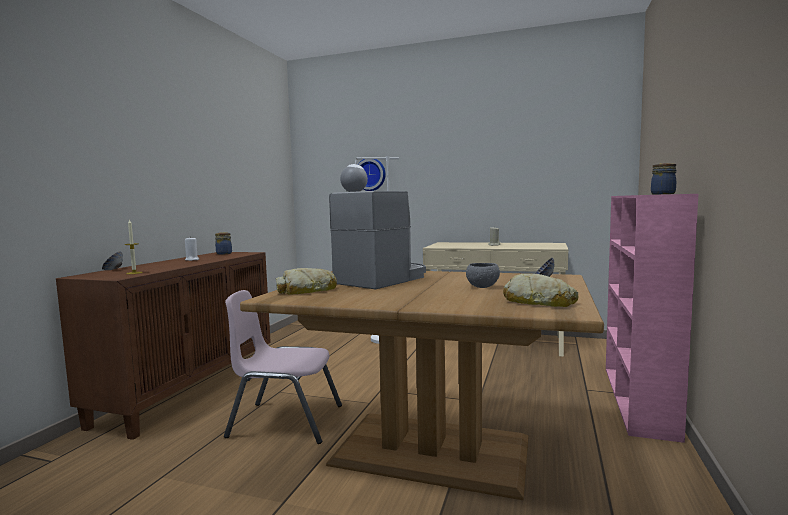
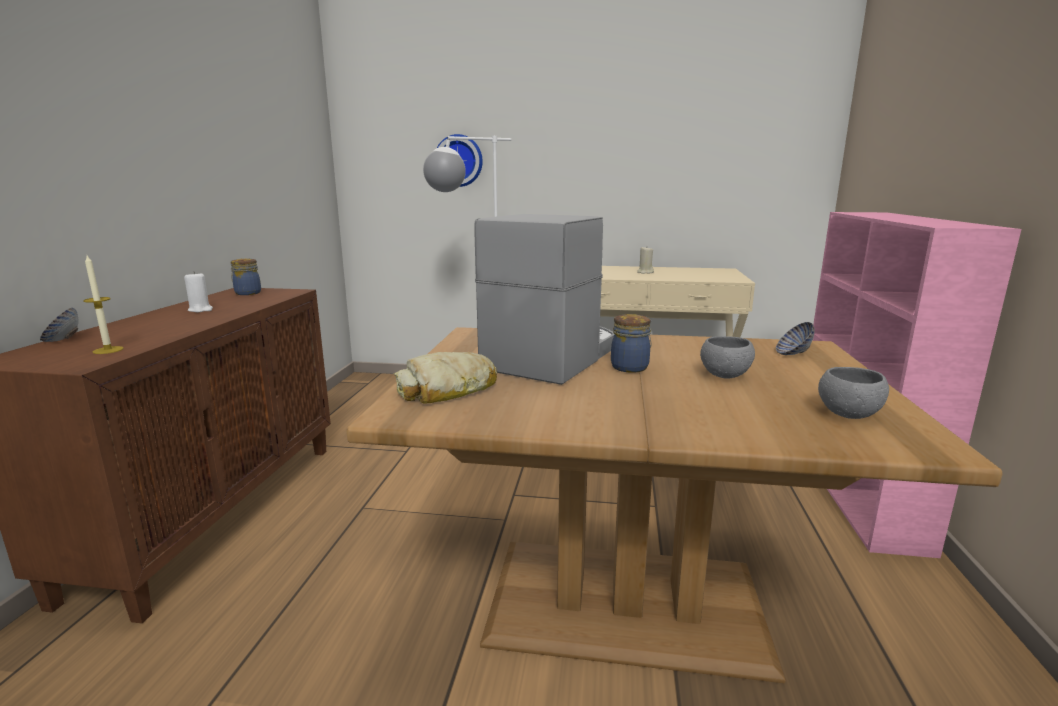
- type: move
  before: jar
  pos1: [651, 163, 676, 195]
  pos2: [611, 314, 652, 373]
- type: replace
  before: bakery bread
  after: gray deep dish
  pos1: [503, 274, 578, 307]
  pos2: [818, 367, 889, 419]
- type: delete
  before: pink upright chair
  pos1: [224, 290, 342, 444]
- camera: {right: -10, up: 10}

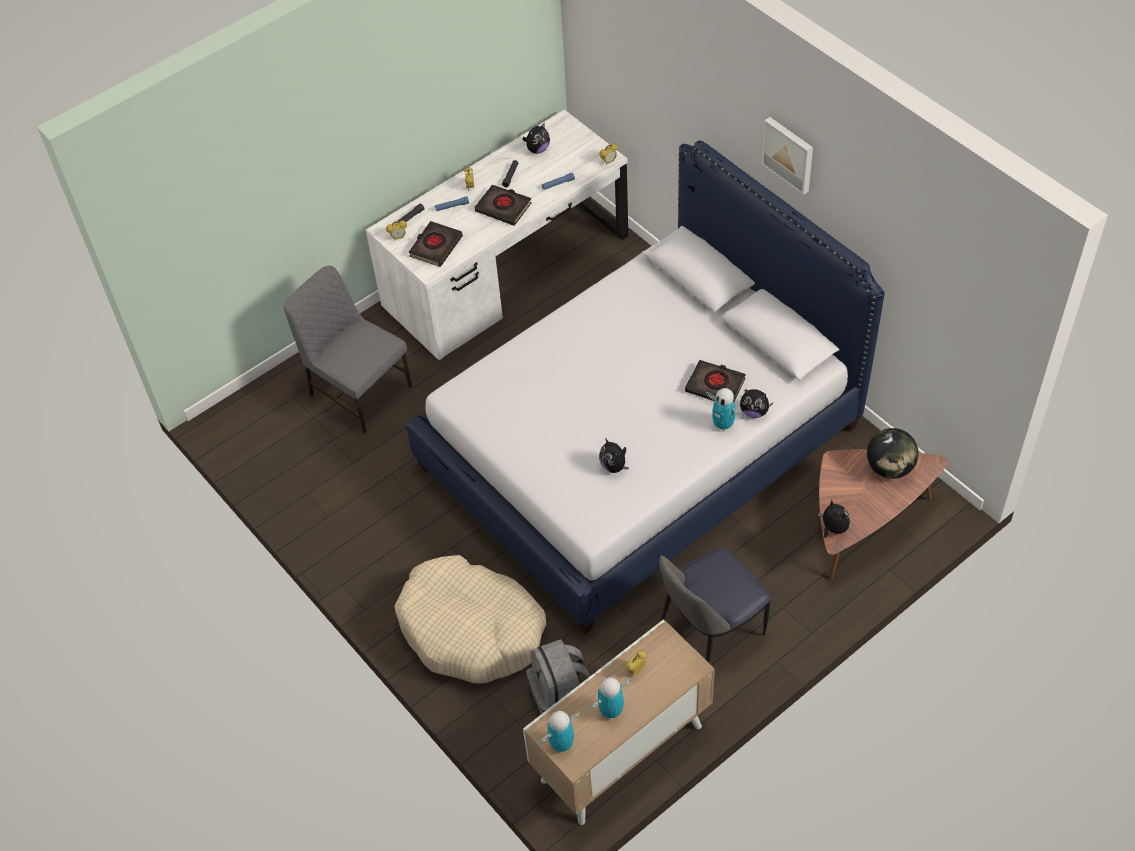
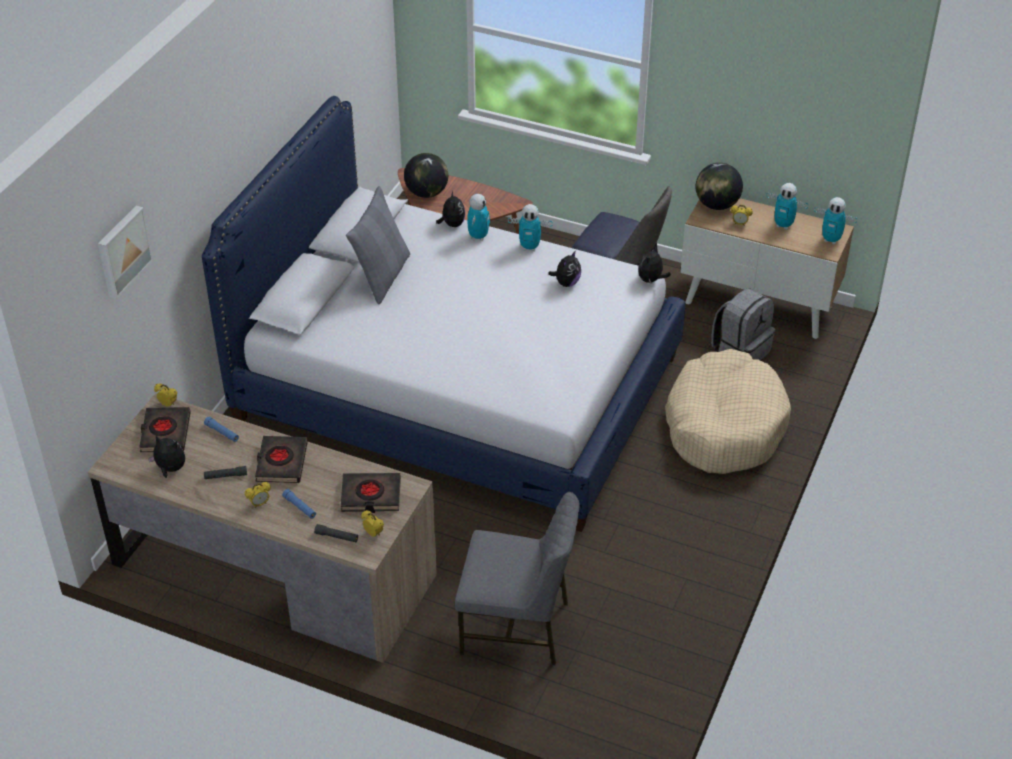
- type: recolor
  before: whitish desk table
  after: brown-coloured desk table
  pos1: [366, 110, 628, 360]
  pos2: [88, 393, 437, 663]
- type: move
  before: picture
  pos1: [761, 117, 813, 195]
  pos2: [98, 205, 153, 299]
- type: move
  before: black-coloured bound book
  pos1: [685, 360, 746, 401]
  pos2: [139, 407, 191, 452]
- type: insert
  after: gray pillow
  pos2: [346, 186, 410, 304]
- type: rotate
  before: gray upright chair
  pos1: [284, 266, 412, 433]
  pos2: [455, 492, 580, 666]
  turn: -90
- type: insert
  after: toy robot
  pos2: [508, 204, 553, 251]
- type: move
  before: soft toy
  pos1: [818, 500, 850, 538]
  pos2: [638, 246, 671, 284]
- type: insert
  after: desk globe
  pos2: [696, 163, 743, 210]
- camera: {right: -120, up: -10}

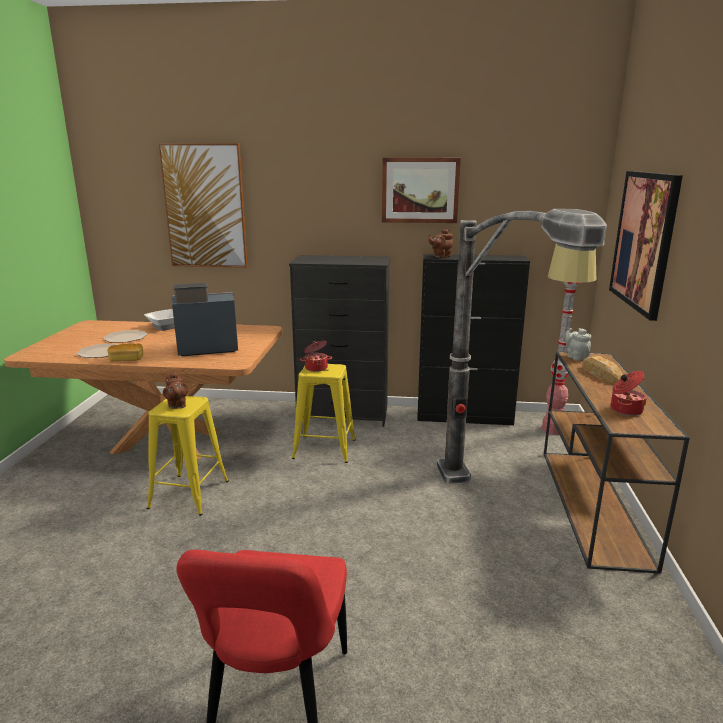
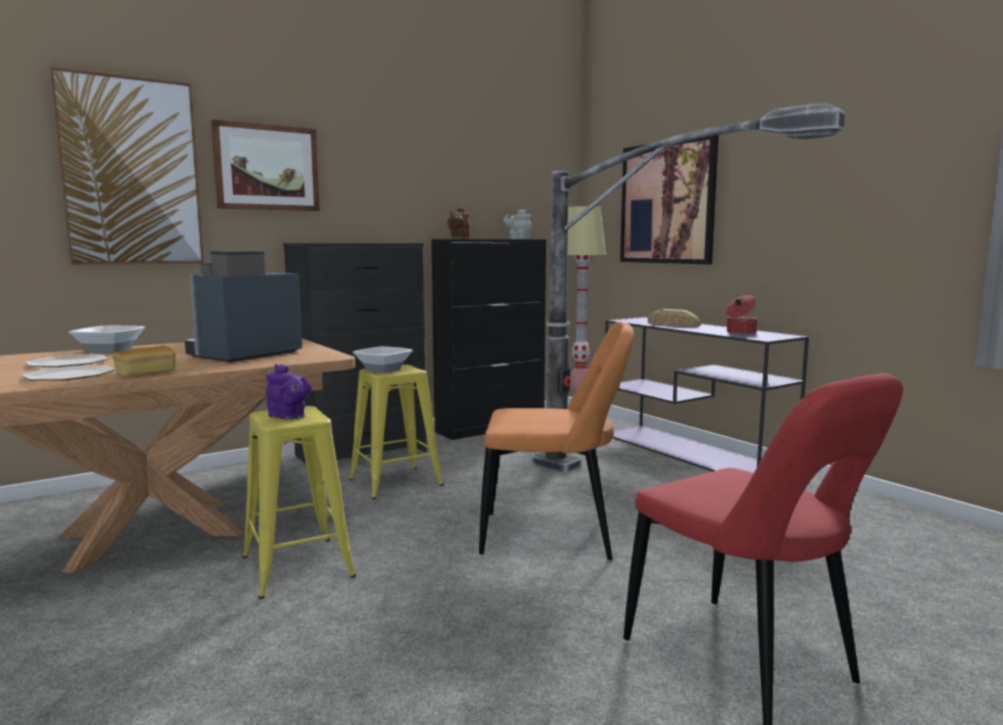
- type: move
  before: picture
  pos1: [382, 158, 461, 223]
  pos2: [211, 119, 320, 211]
- type: recolor
  before: brown-coloured teapot
  after: purple-coloured teapot
  pos1: [163, 371, 188, 409]
  pos2: [266, 364, 312, 419]
- type: replace
  before: cooking pot
  after: deep dish
  pos1: [300, 341, 332, 372]
  pos2: [353, 346, 413, 373]
- type: insert
  after: orangey upright chair
  pos2: [479, 322, 634, 560]
- type: move
  before: gray teapot
  pos1: [565, 328, 591, 361]
  pos2: [503, 209, 531, 239]
- type: recolor
  before: brown-coloured console table
  after: purple-coloured console table
  pos1: [544, 352, 690, 574]
  pos2: [605, 317, 809, 473]
- camera: {right: -40, up: -10}

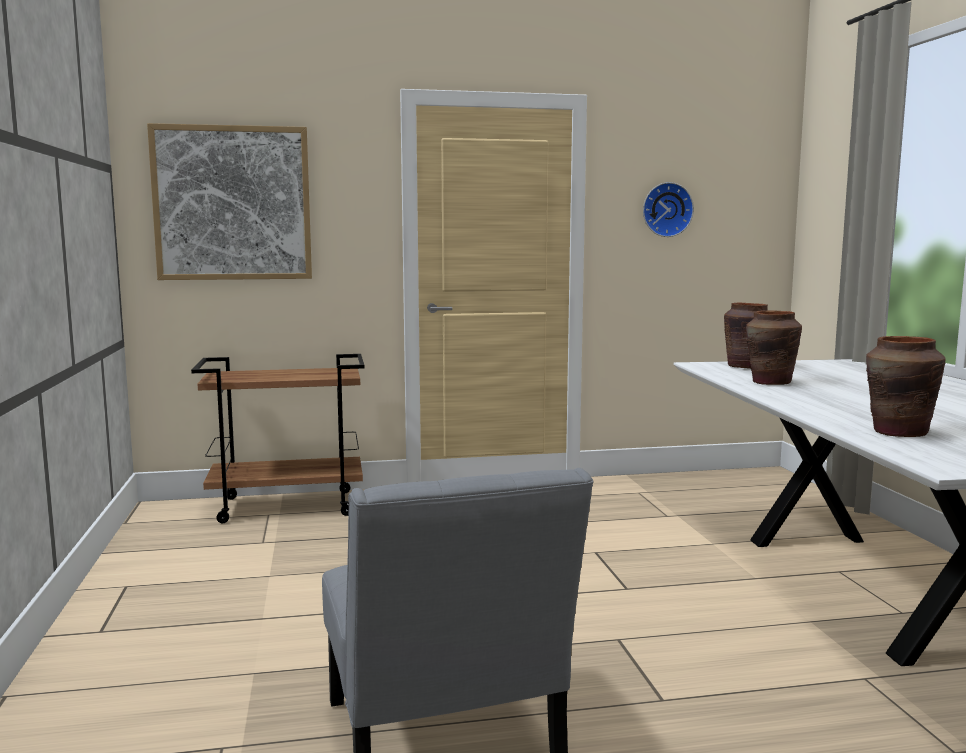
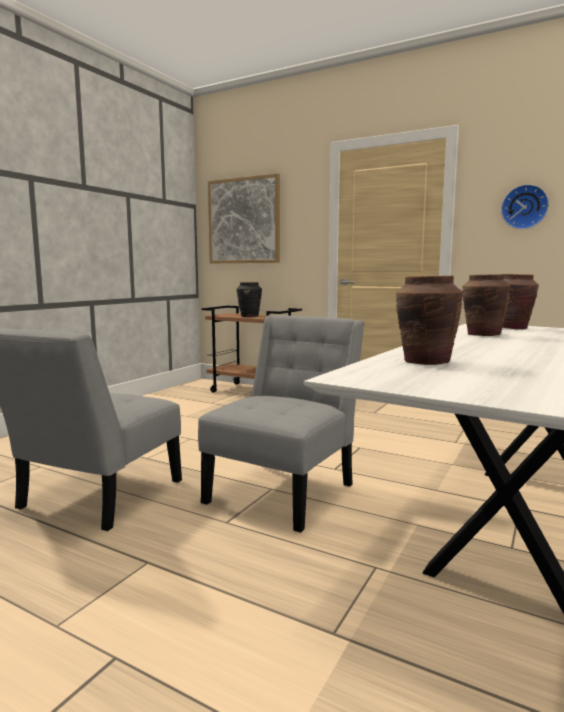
- type: insert
  after: gray upright chair
  pos2: [198, 315, 364, 533]
- type: insert
  after: black-coloured decorative vase
  pos2: [237, 282, 262, 317]
- camera: {right: 40, up: 0}

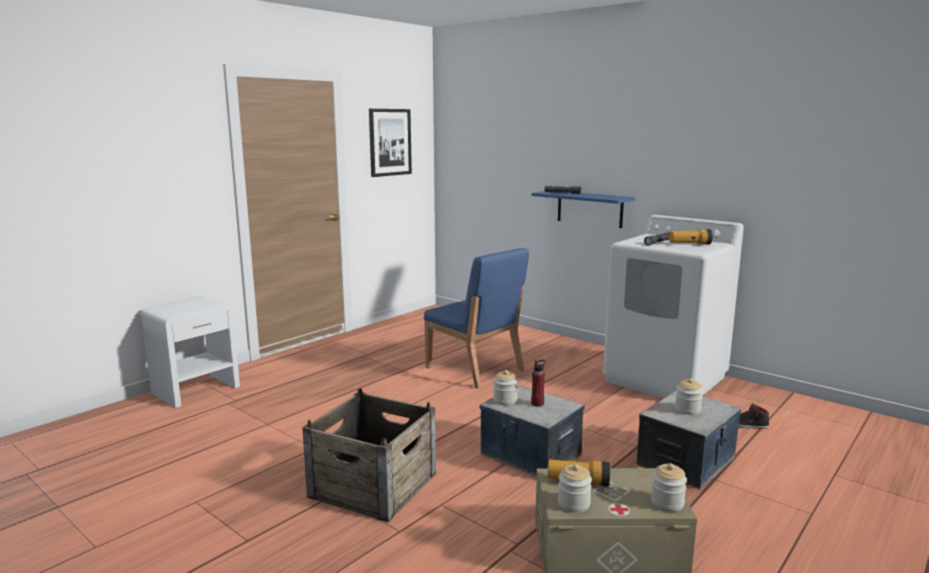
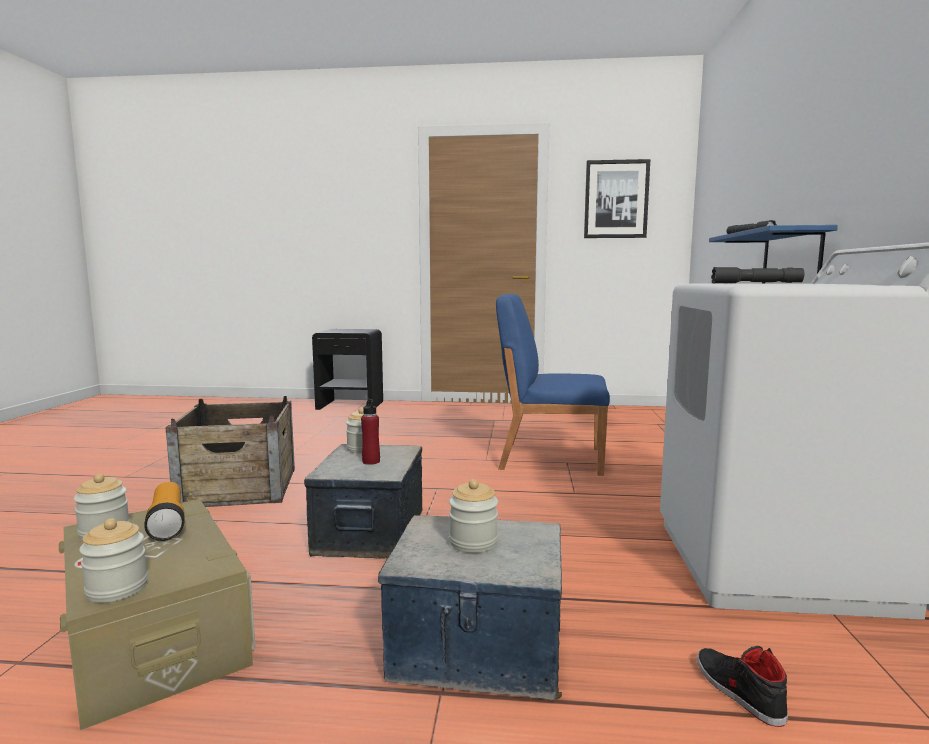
- type: recolor
  before: whitish night table
  after: black-coloured night table
  pos1: [141, 296, 240, 408]
  pos2: [312, 329, 383, 410]
- type: rotate
  before: blue upright chair
  pos1: [424, 248, 529, 389]
  pos2: [496, 293, 610, 476]
  turn: 90
- type: delete
  before: flashlight
  pos1: [669, 229, 713, 245]
- camera: {right: 55, up: -5}

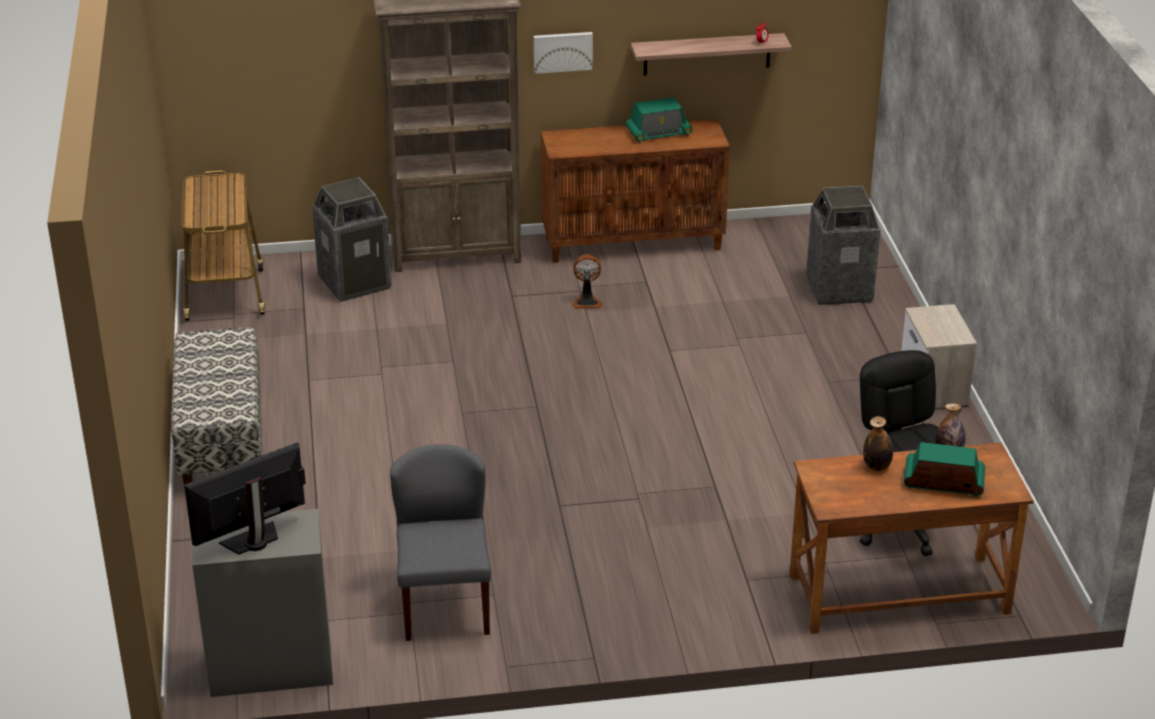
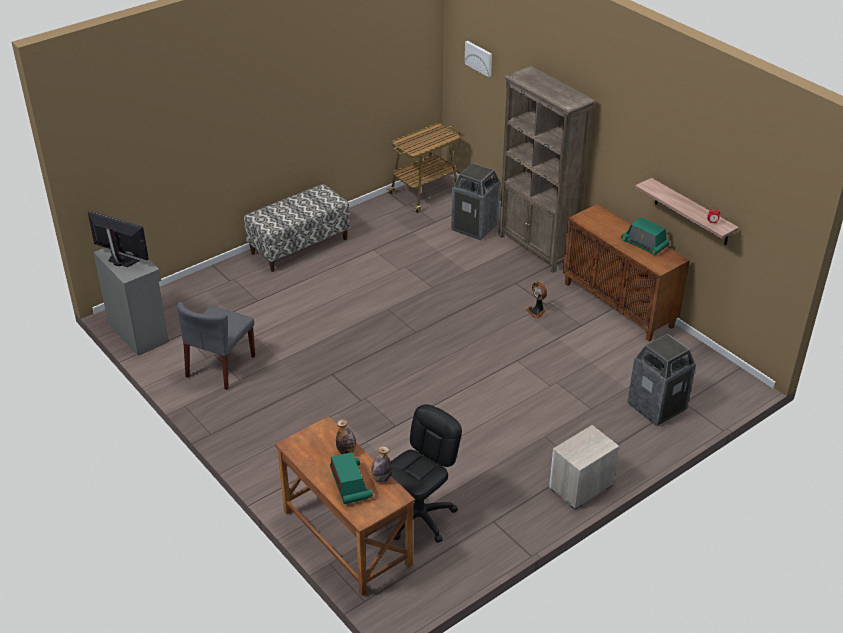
- type: rotate
  before: gray upright chair
  pos1: [390, 445, 491, 641]
  pos2: [177, 302, 255, 390]
  turn: 150
- type: move
  before: picture
  pos1: [534, 32, 593, 74]
  pos2: [465, 41, 492, 77]
- camera: {right: 60, up: 5}

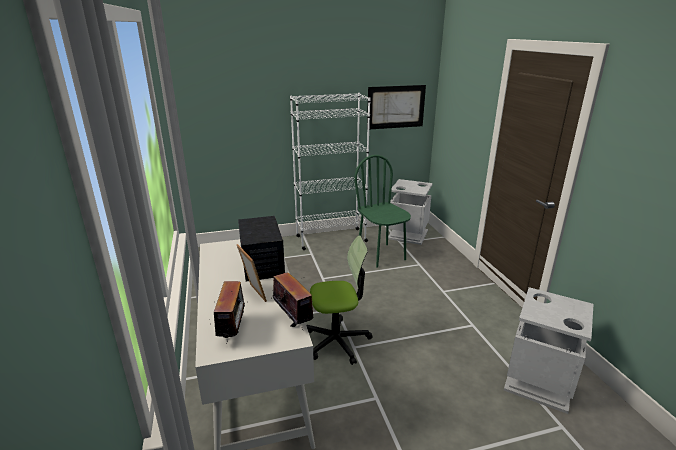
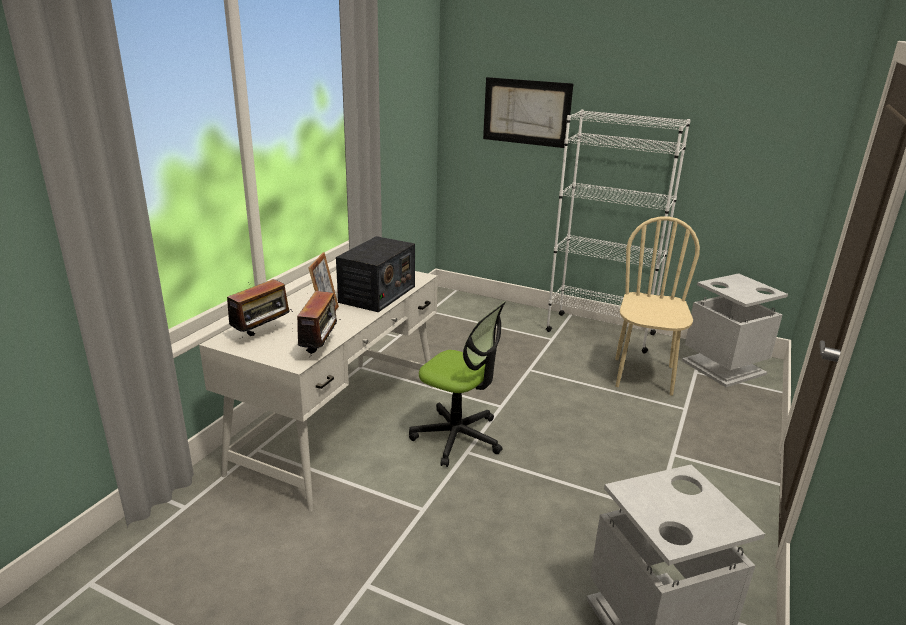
- type: move
  before: picture
  pos1: [367, 85, 426, 129]
  pos2: [483, 77, 573, 148]
- type: recolor
  before: greenish upright chair
  after: beige-coloured upright chair
  pos1: [354, 155, 411, 268]
  pos2: [615, 216, 700, 396]
- camera: {right: 40, up: 0}

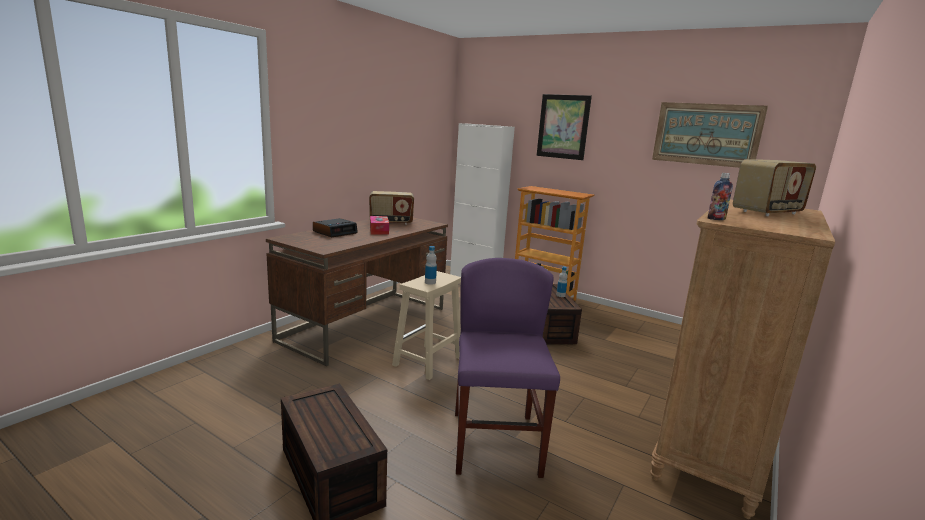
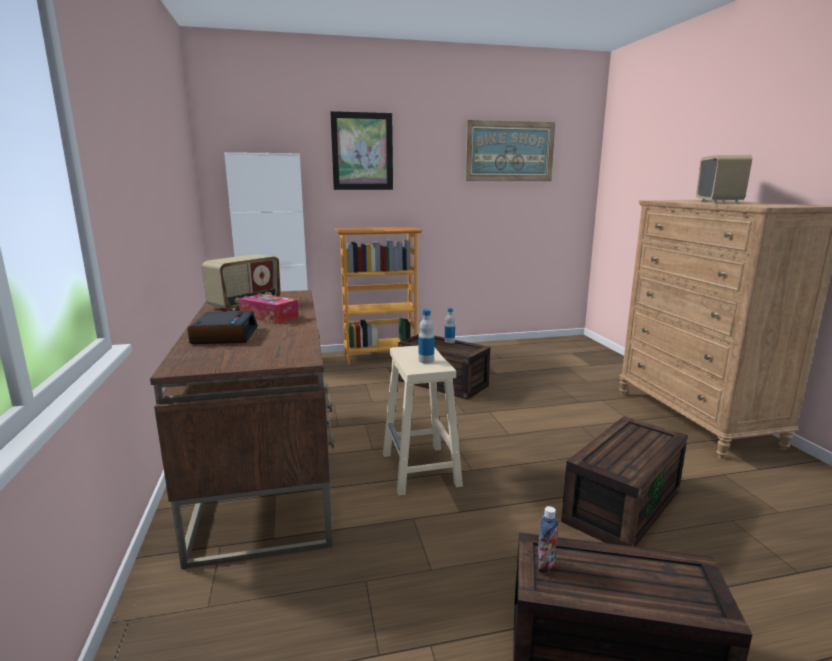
- type: move
  before: drink bottle
  pos1: [708, 173, 733, 220]
  pos2: [537, 506, 558, 574]
- type: replace
  before: purple-coloured upright chair
  after: brown-coloured storage bin
  pos1: [455, 258, 560, 478]
  pos2: [561, 416, 688, 547]
- camera: {right: -45, up: 0}

